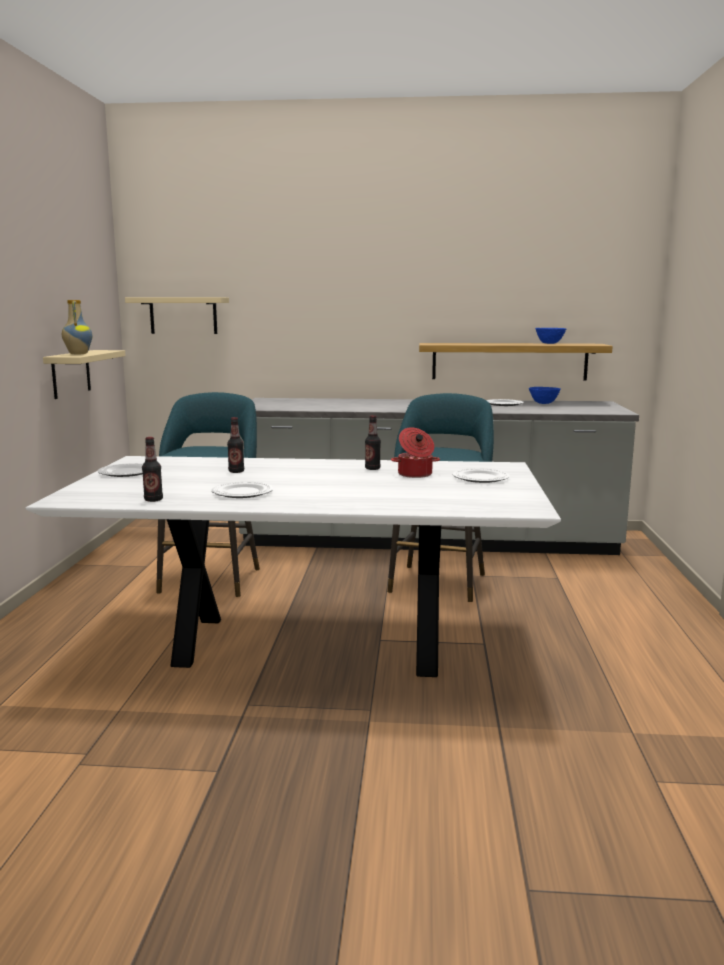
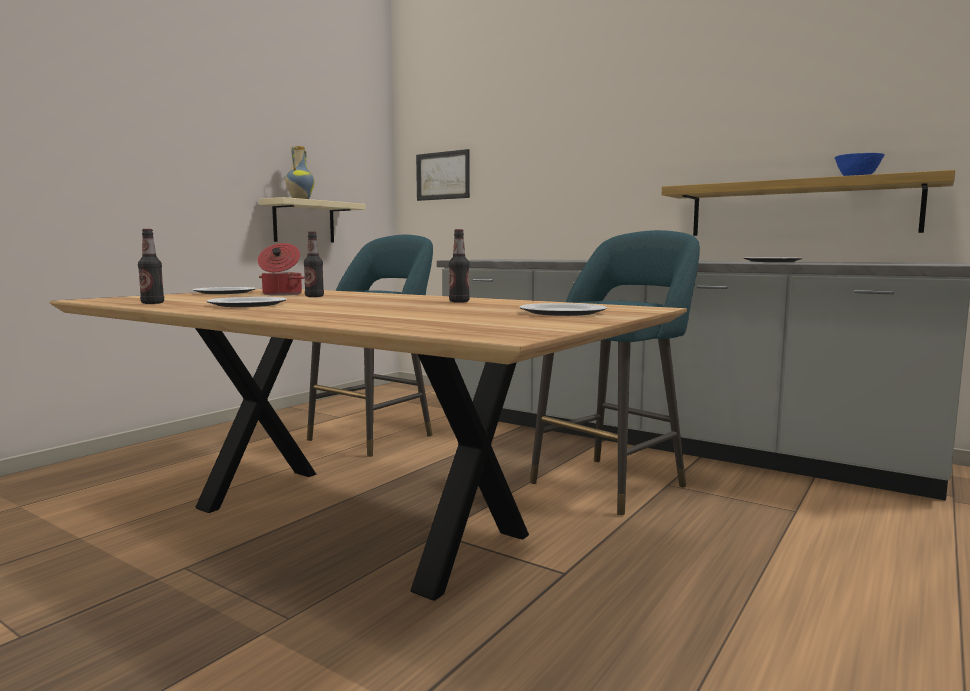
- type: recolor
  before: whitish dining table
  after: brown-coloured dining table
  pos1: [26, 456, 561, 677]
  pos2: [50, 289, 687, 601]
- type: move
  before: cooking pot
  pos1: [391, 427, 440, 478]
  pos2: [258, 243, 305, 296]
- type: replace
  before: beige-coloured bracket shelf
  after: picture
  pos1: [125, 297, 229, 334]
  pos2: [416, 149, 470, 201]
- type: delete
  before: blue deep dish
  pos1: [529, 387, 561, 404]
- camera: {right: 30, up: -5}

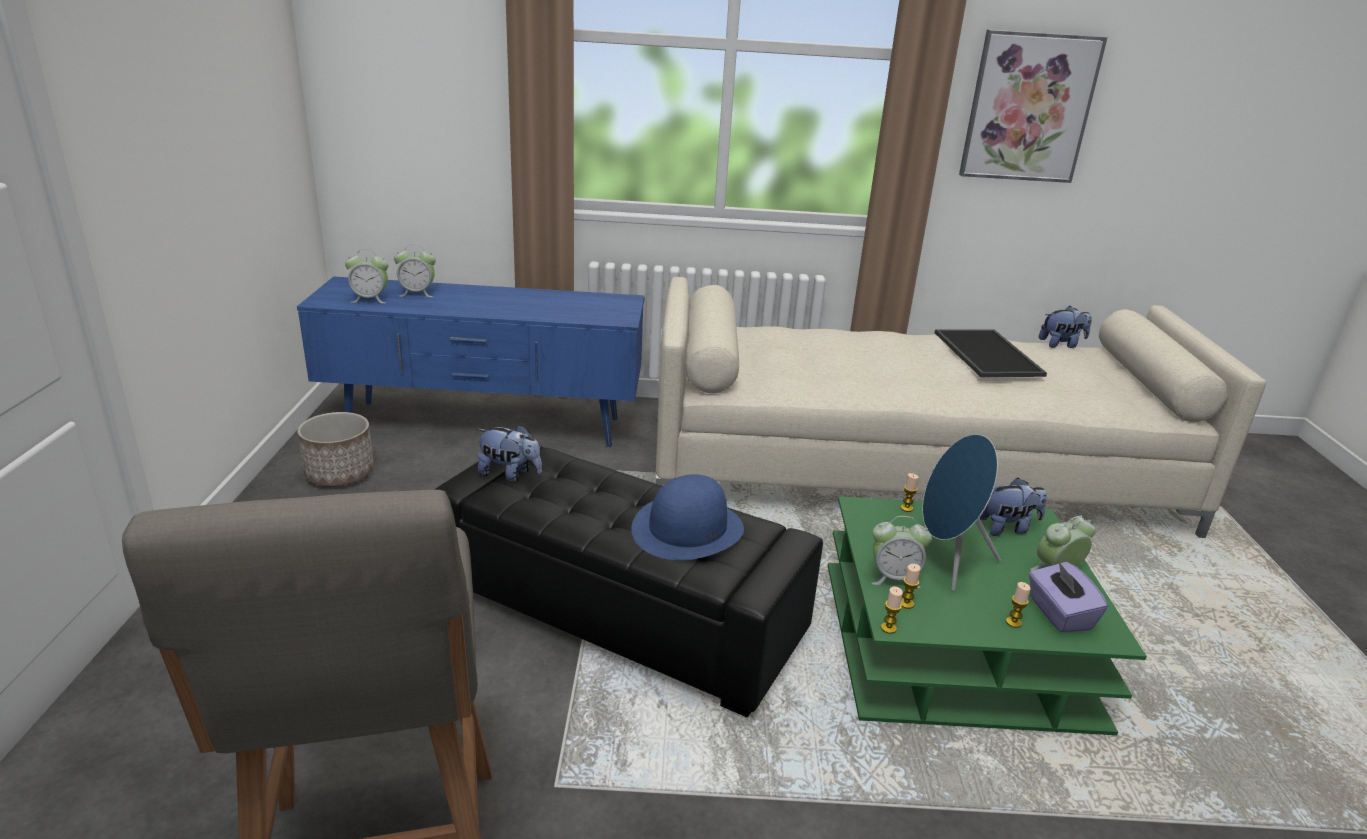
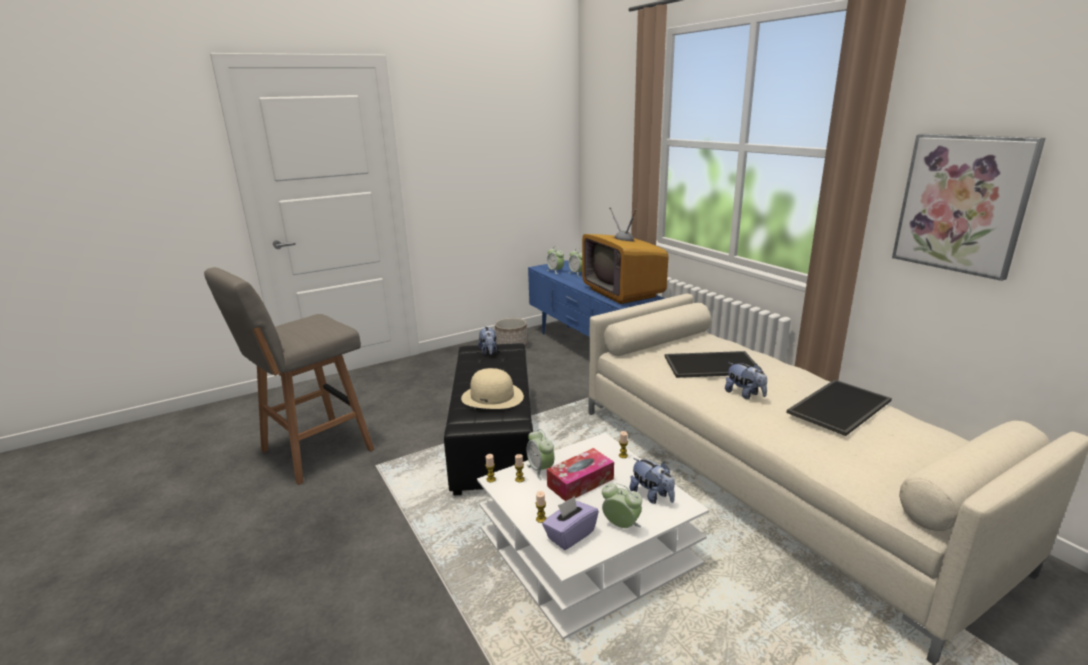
- type: recolor
  before: blue wearable hat
  after: beige-coloured wearable hat
  pos1: [631, 474, 744, 560]
  pos2: [461, 368, 524, 409]
- type: recolor
  before: greenish coffee table
  after: whitish coffee table
  pos1: [828, 496, 1147, 735]
  pos2: [477, 433, 709, 640]
- type: replace
  before: blue speaker
  after: tissue holder
  pos1: [923, 434, 1001, 591]
  pos2: [547, 448, 614, 501]
- type: insert
  after: TV set
  pos2: [582, 208, 668, 304]
- type: insert
  after: serving tray
  pos2: [665, 351, 763, 378]
- type: move
  before: soft toy
  pos1: [1039, 306, 1092, 348]
  pos2: [725, 363, 767, 399]
- camera: {right: 60, up: -5}

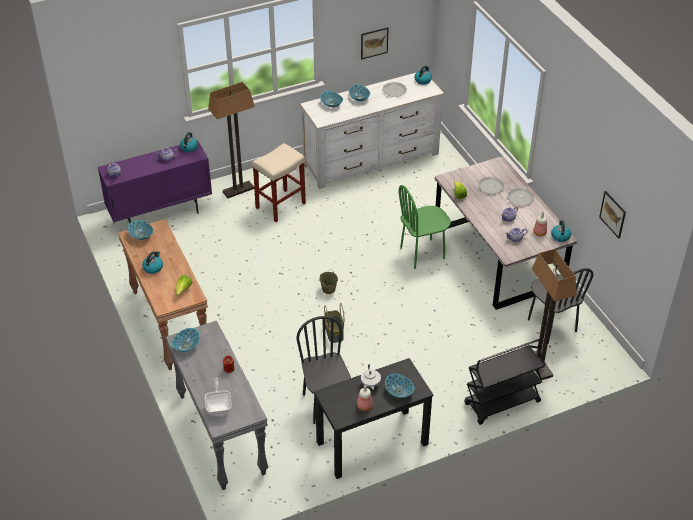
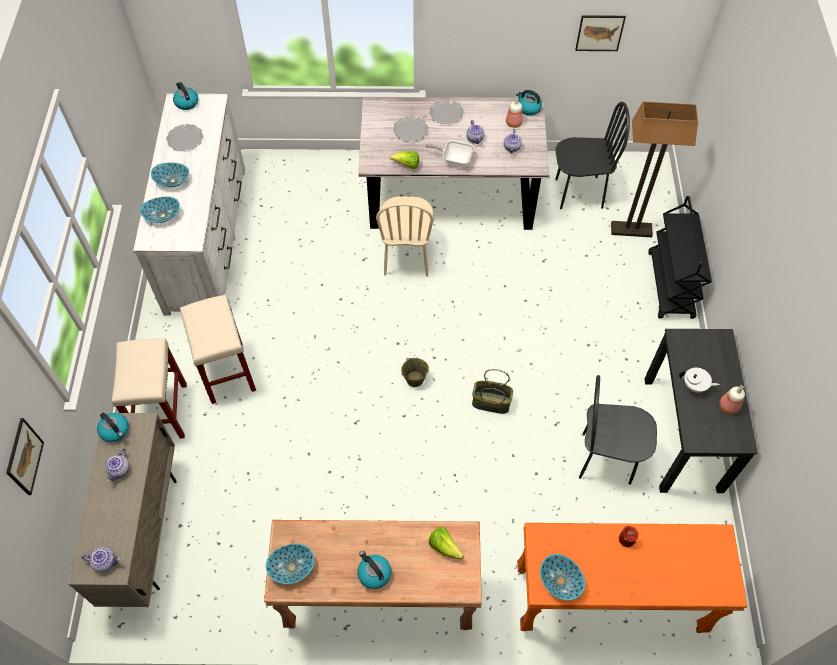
- type: move
  before: picture
  pos1: [361, 27, 389, 59]
  pos2: [6, 418, 44, 495]
- type: recolor
  before: purple-coloured cabinet
  after: beige-coloured cabinet
  pos1: [98, 140, 212, 224]
  pos2: [68, 413, 177, 607]
- type: replace
  before: standard lamp
  after: beige-coloured stool seat
  pos1: [208, 82, 255, 198]
  pos2: [112, 338, 187, 439]
- type: recolor
  before: greenish upright chair
  after: beige-coloured upright chair
  pos1: [399, 185, 451, 269]
  pos2: [376, 196, 434, 277]
- type: move
  before: frying pan
  pos1: [205, 377, 232, 415]
  pos2: [425, 140, 474, 168]
- type: recolor
  before: gray console table
  after: orangey console table
  pos1: [166, 321, 268, 490]
  pos2: [517, 523, 748, 633]
- type: delete
  before: deep dish
  pos1: [385, 374, 415, 398]
- camera: {right: -65, up: 15}

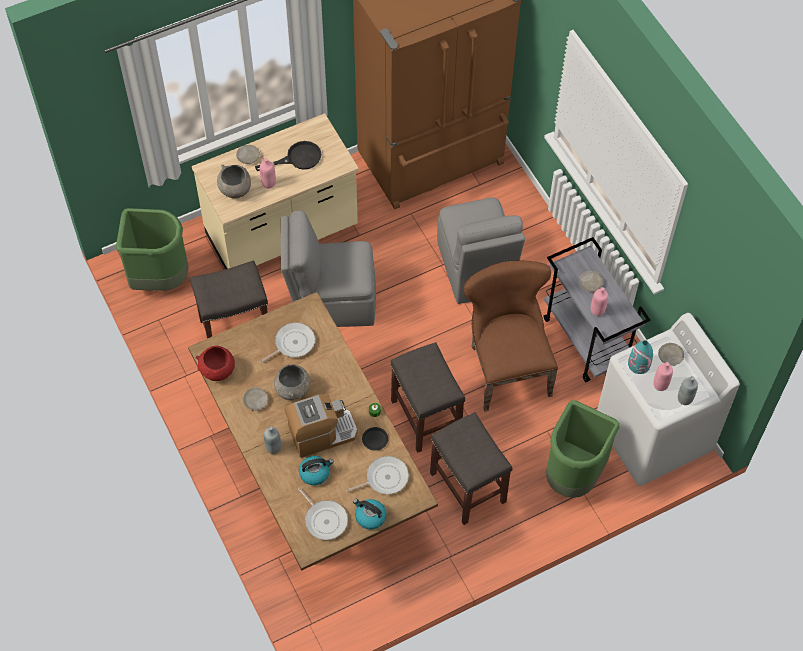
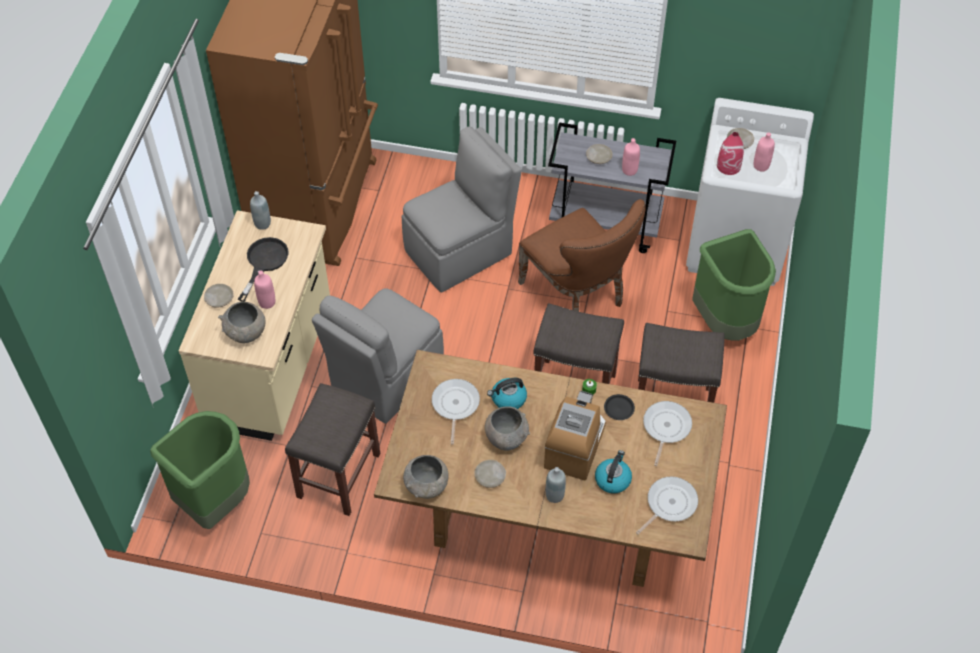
- type: move
  before: gray drink bottle
  pos1: [678, 376, 698, 405]
  pos2: [250, 191, 271, 230]
- type: rotate
  before: gray upright chair
  pos1: [437, 198, 525, 304]
  pos2: [402, 127, 522, 292]
  turn: -60
- type: recolor
  before: reddish deep dish
  after: gray deep dish
  pos1: [195, 346, 235, 381]
  pos2: [403, 455, 449, 499]
- type: move
  before: water kettle
  pos1: [353, 499, 387, 530]
  pos2: [487, 378, 527, 409]
- type: rotate
  before: brown-coloured upright chair
  pos1: [463, 260, 558, 412]
  pos2: [518, 199, 646, 312]
  turn: -150
- type: rotate
  before: frying pan
  pos1: [298, 488, 348, 540]
  pos2: [636, 476, 698, 534]
  turn: -45
- type: recolor
  before: blue-green decorative vase
  after: reddish decorative vase
  pos1: [628, 340, 653, 374]
  pos2: [717, 132, 744, 175]
- camera: {right: -50, up: -5}

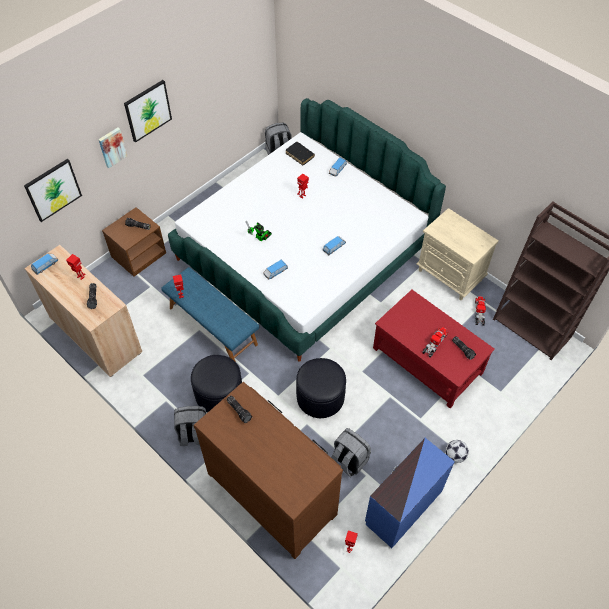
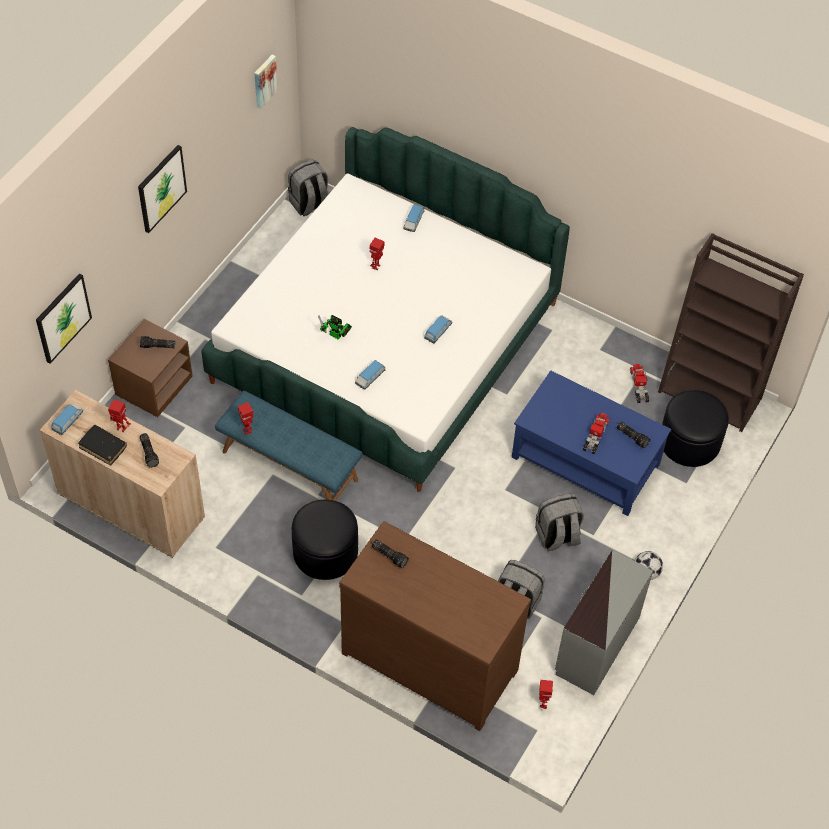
- type: move
  before: black-coloured bound book
  pos1: [286, 142, 315, 165]
  pos2: [78, 425, 127, 466]
- type: move
  before: picture
  pos1: [98, 128, 127, 168]
  pos2: [254, 55, 278, 109]
- type: recolor
  before: reddish coffee table
  after: blue coffee table
  pos1: [373, 290, 495, 408]
  pos2: [512, 370, 671, 516]
- type: move
  before: gray rucksack
  pos1: [174, 406, 206, 446]
  pos2: [535, 494, 584, 551]
- type: recolor
  before: blue drawer chest
  after: gray drawer chest
  pos1: [365, 438, 455, 548]
  pos2: [555, 550, 653, 695]
- type: move
  before: black-coloured ottoman
  pos1: [296, 358, 346, 418]
  pos2: [662, 390, 729, 467]
- type: delete
  before: beige-coloured night table
  pos1: [416, 208, 498, 300]
- camera: {right: -15, up: 0}

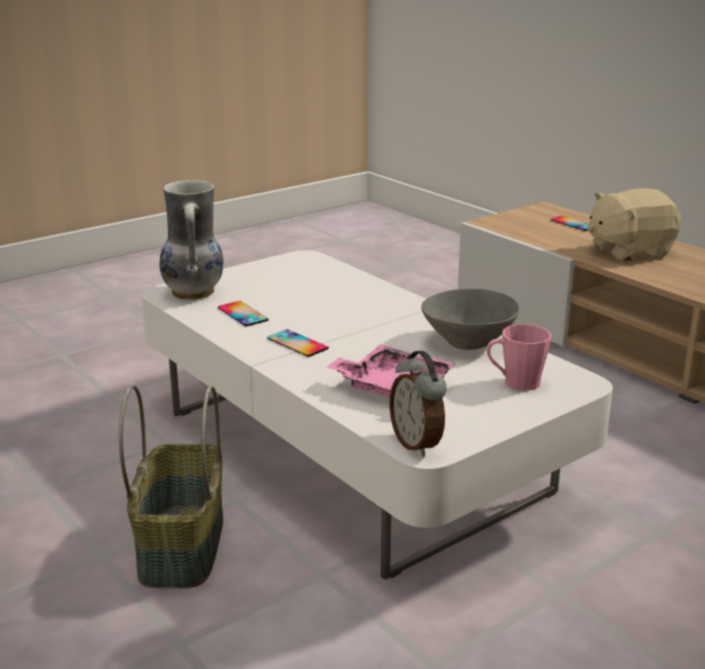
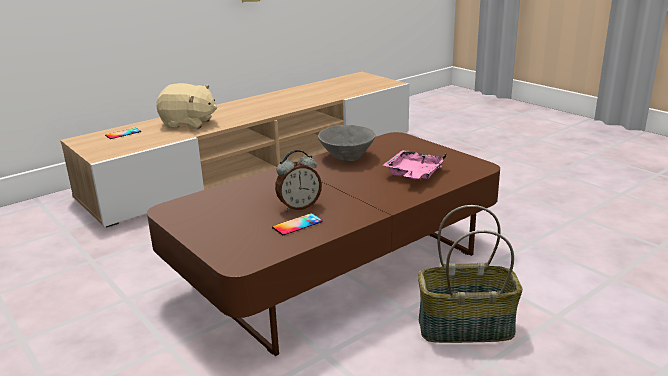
- type: recolor
  before: whitish coffee table
  after: brown-coloured coffee table
  pos1: [141, 250, 613, 580]
  pos2: [147, 132, 500, 356]
- type: rotate
  before: beige-coloured soft toy
  pos1: [588, 188, 681, 261]
  pos2: [156, 83, 217, 129]
  turn: -60
- type: move
  before: table clock
  pos1: [389, 351, 447, 457]
  pos2: [275, 150, 322, 211]
- type: delete
  before: decorative vase
  pos1: [159, 180, 223, 300]
- type: delete
  before: telephone
  pos1: [267, 329, 329, 357]
- type: delete
  before: pink tea mug
  pos1: [487, 324, 551, 391]
- camera: {right: -90, up: 0}

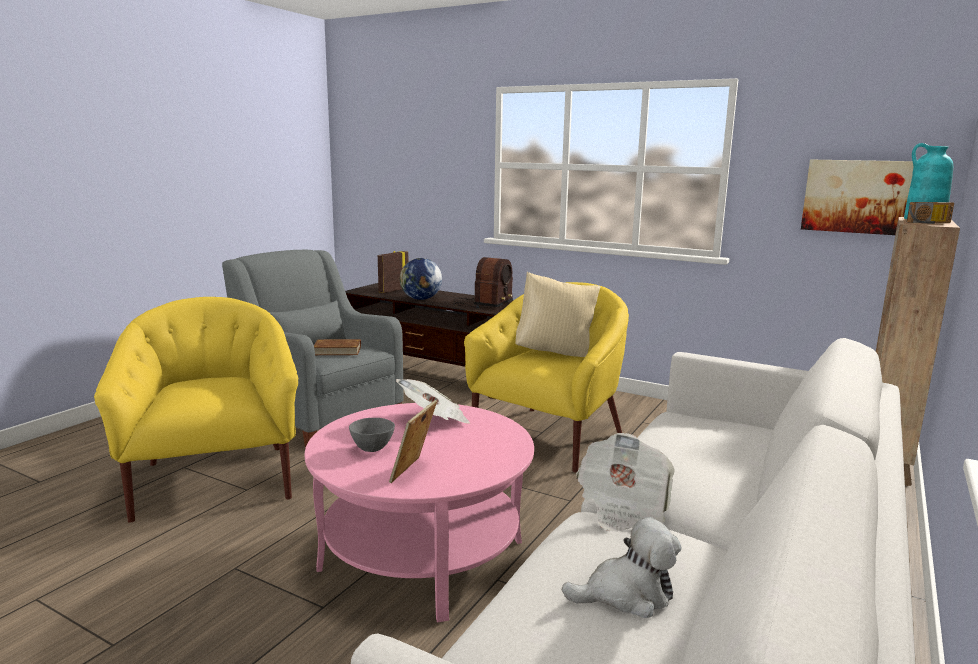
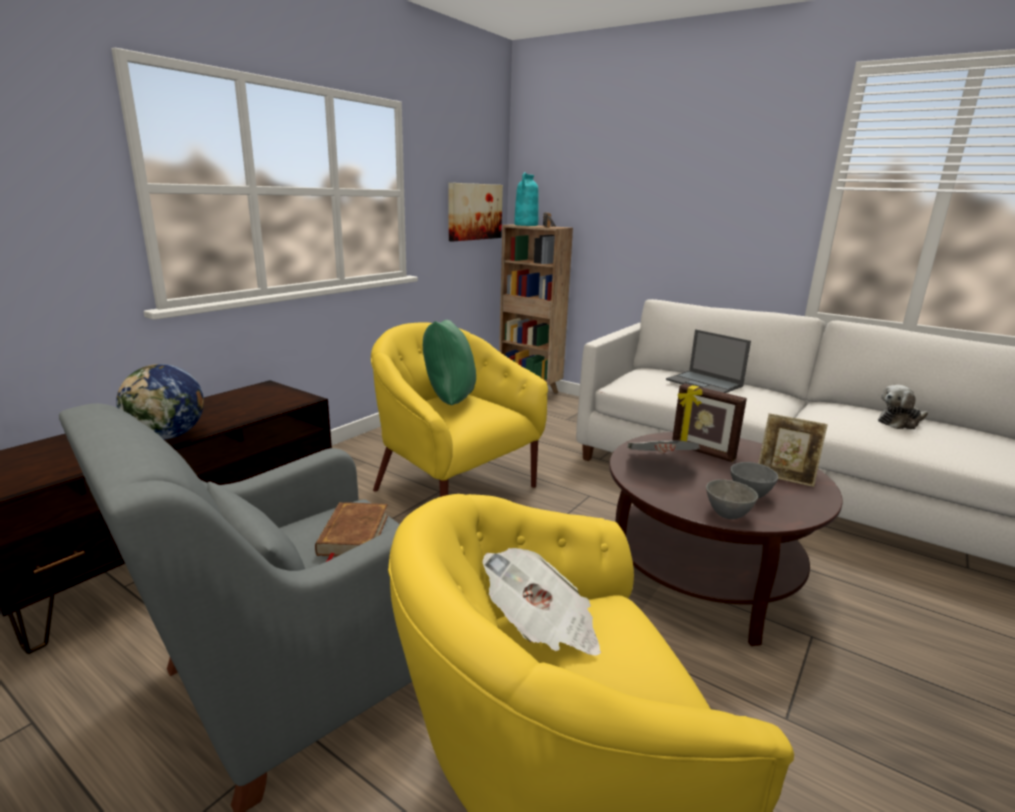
- type: recolor
  before: beige-coloured pillow
  after: greenish pillow
  pos1: [515, 272, 600, 357]
  pos2: [423, 320, 476, 405]
- type: move
  before: daily paper
  pos1: [576, 433, 675, 532]
  pos2: [482, 548, 601, 656]
- type: recolor
  before: pink coffee table
  after: brown-coloured coffee table
  pos1: [304, 403, 534, 622]
  pos2: [609, 432, 842, 646]
- type: insert
  after: notebook computer
  pos2: [666, 329, 751, 393]
- type: move
  before: photo frame
  pos1: [378, 251, 408, 293]
  pos2: [672, 384, 747, 462]
- type: insert
  after: gray deep dish
  pos2: [706, 479, 758, 519]
- type: rotate
  before: soft toy
  pos1: [562, 517, 682, 618]
  pos2: [878, 385, 928, 429]
  turn: -105
- type: delete
  before: radio set
  pos1: [453, 257, 513, 309]
- camera: {right: -85, up: 5}

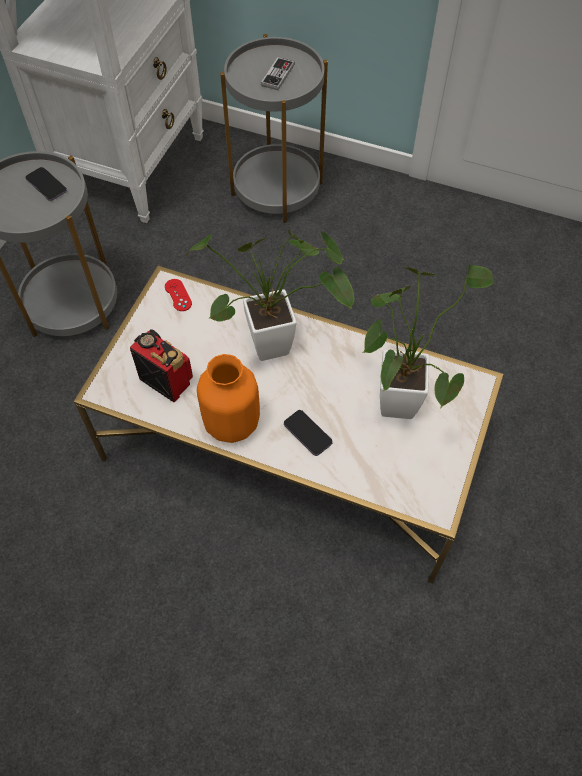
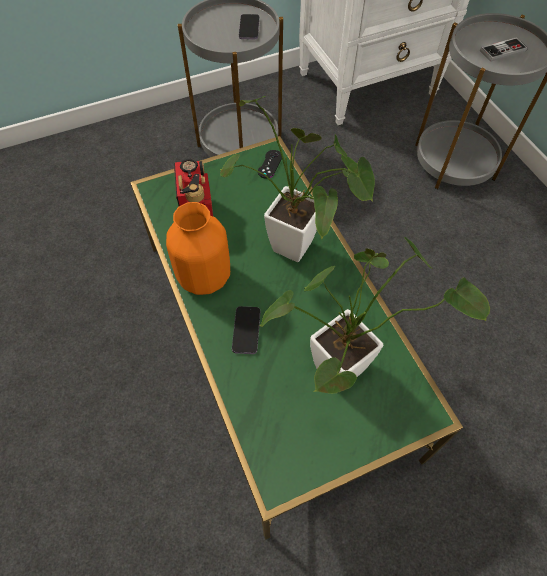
- type: recolor
  before: whitish coffee table
  after: greenish coffee table
  pos1: [74, 266, 504, 584]
  pos2: [130, 136, 463, 540]
- type: recolor
  before: reddish gamepad
  after: black-coloured gamepad
  pos1: [165, 279, 192, 311]
  pos2: [258, 150, 282, 179]
- camera: {right: 45, up: 0}

